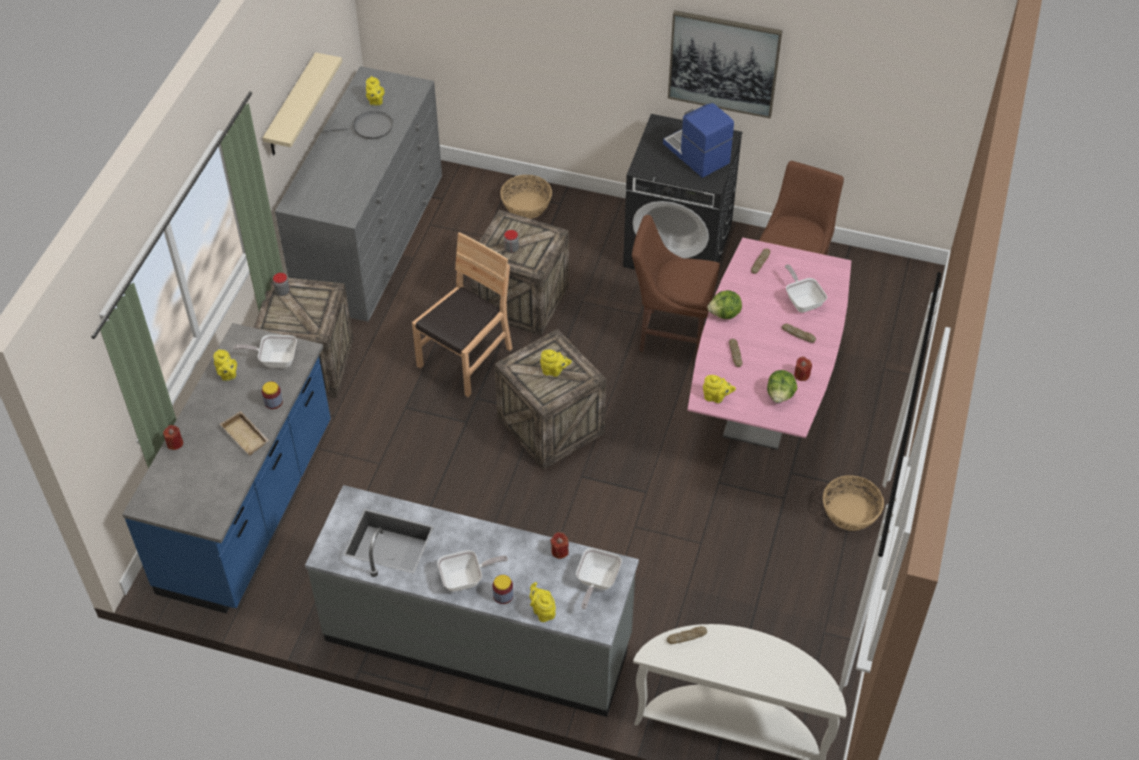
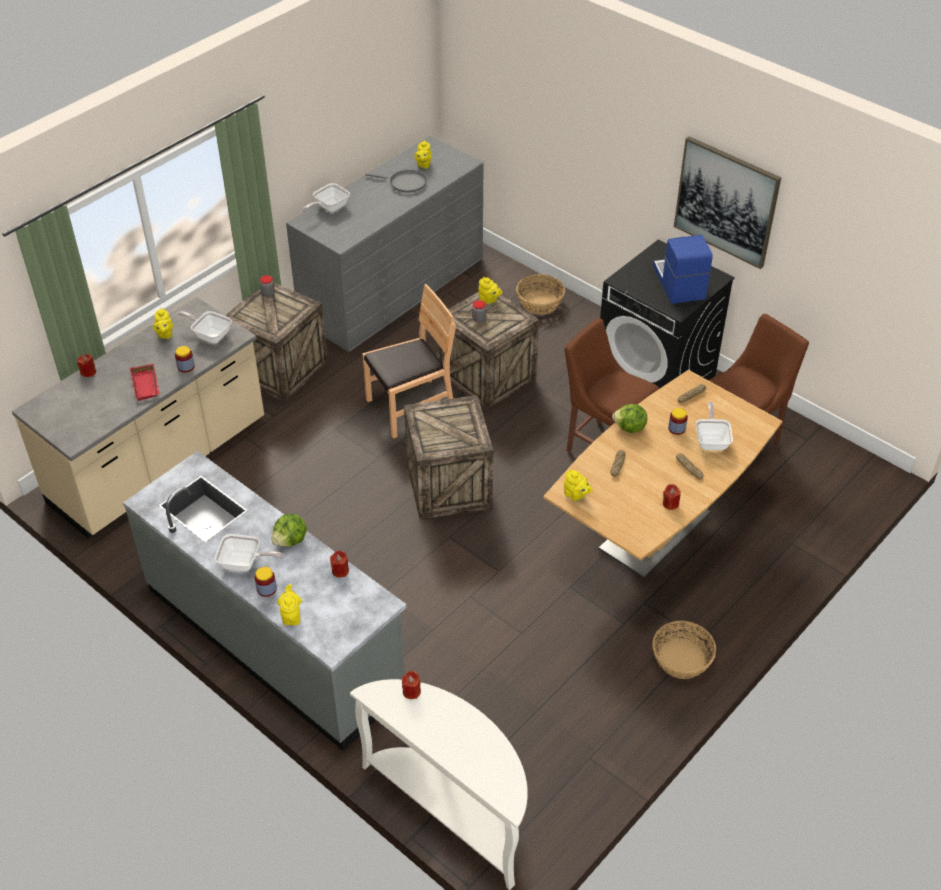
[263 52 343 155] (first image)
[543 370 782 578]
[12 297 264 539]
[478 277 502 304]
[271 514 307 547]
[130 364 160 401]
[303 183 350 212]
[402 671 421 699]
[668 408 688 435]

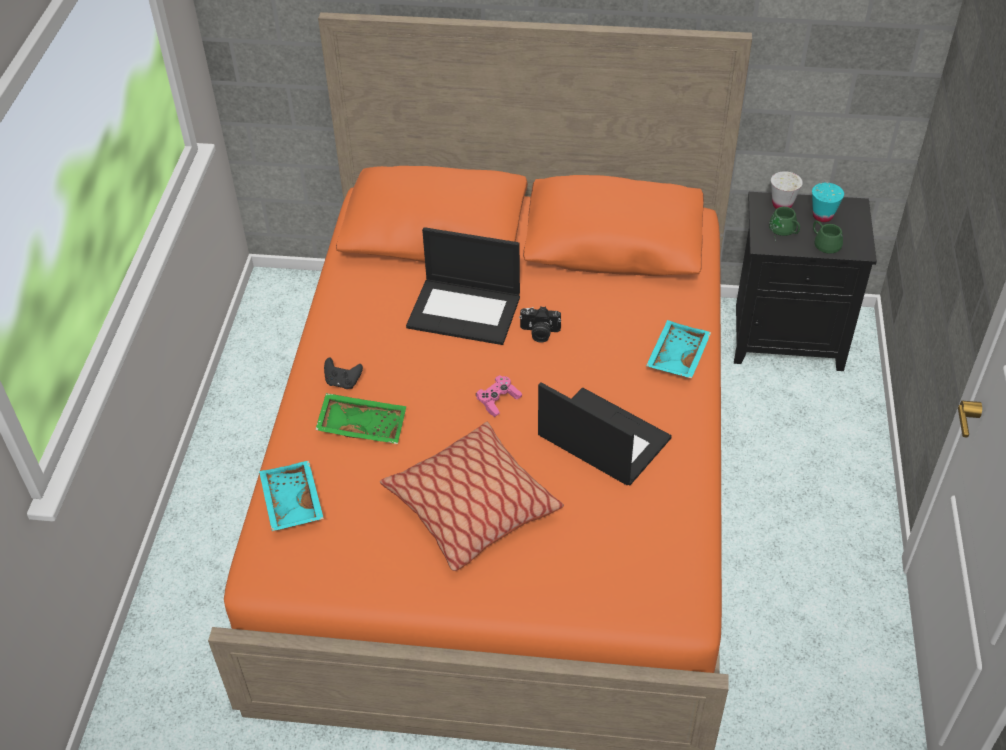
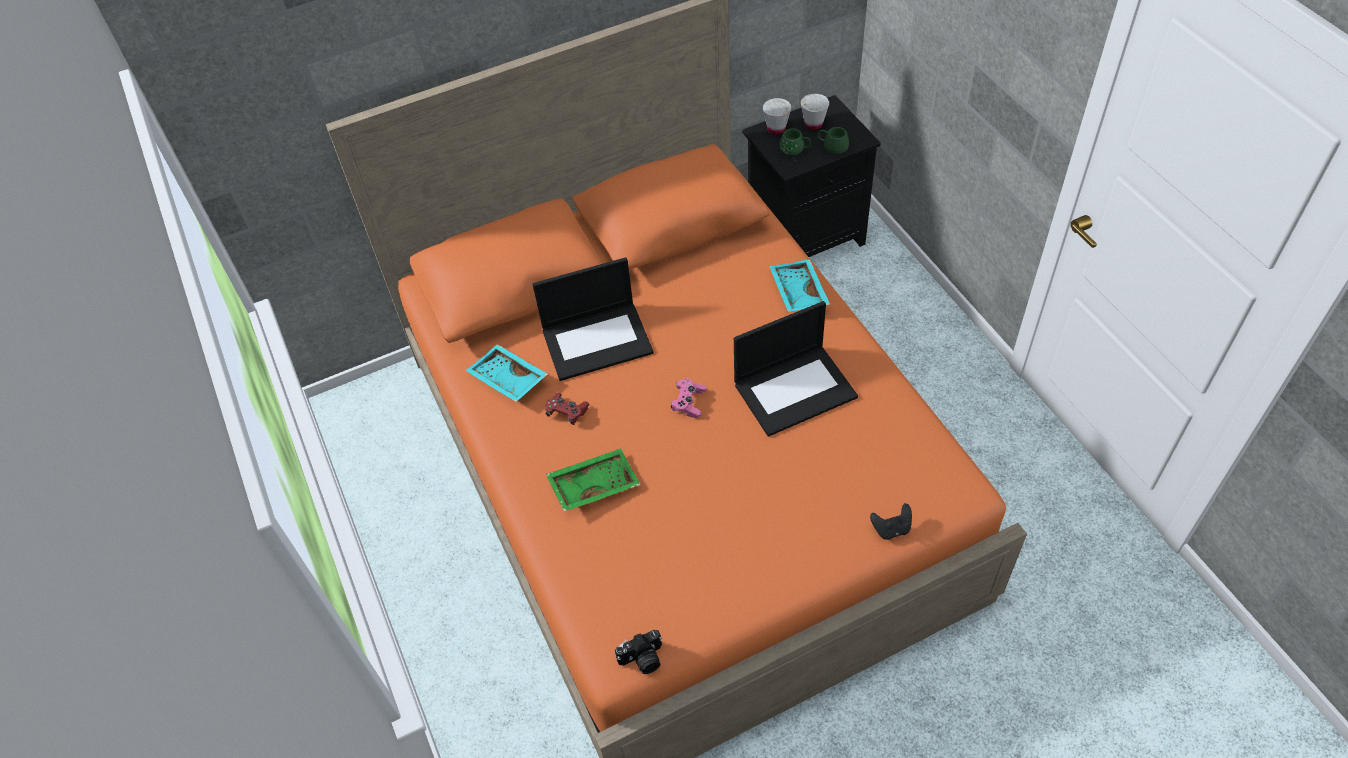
[801 94 829 130]
[615 630 662 674]
[870 503 912 540]
[734 301 858 437]
[380 422 564 571] (first image)
[465 344 548 402]
[545 393 589 425]

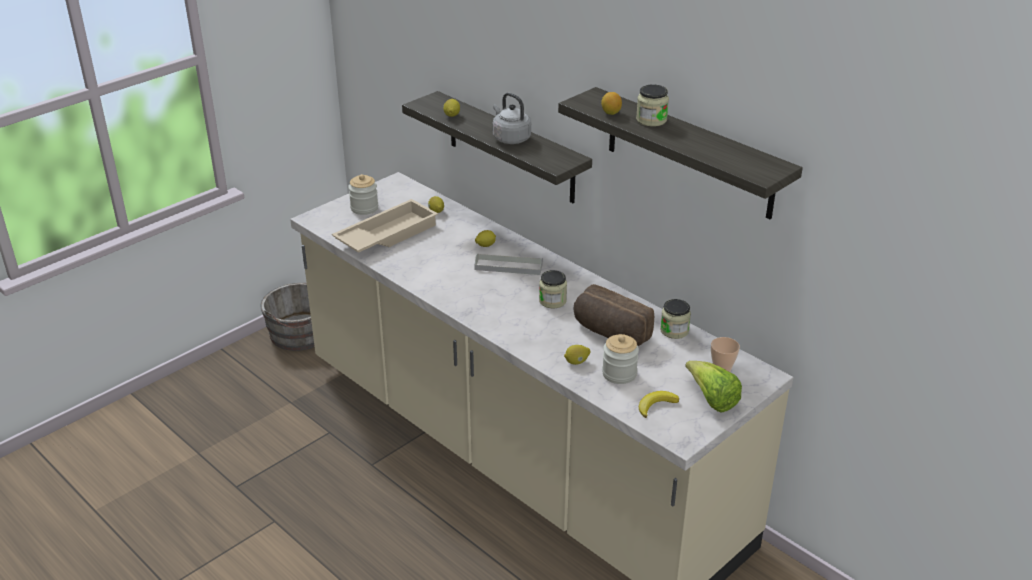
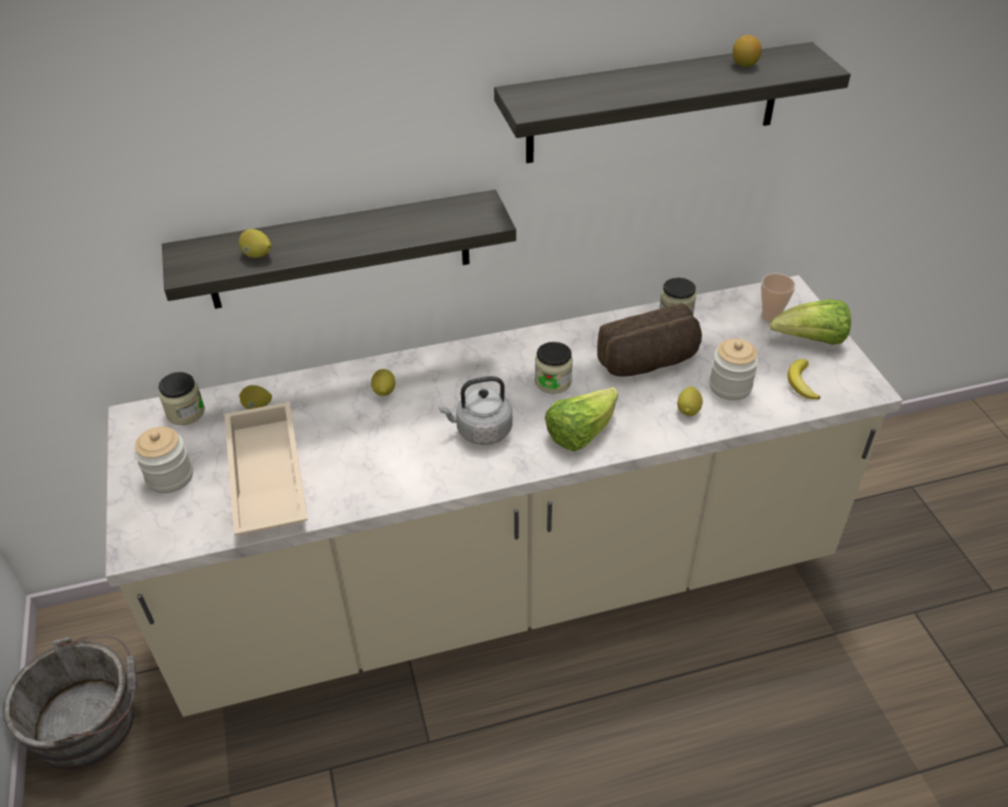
[158 372 205 425]
[733 35 762 67]
[438 376 512 445]
[474 253 543 275] (first image)
[545 387 618 451]

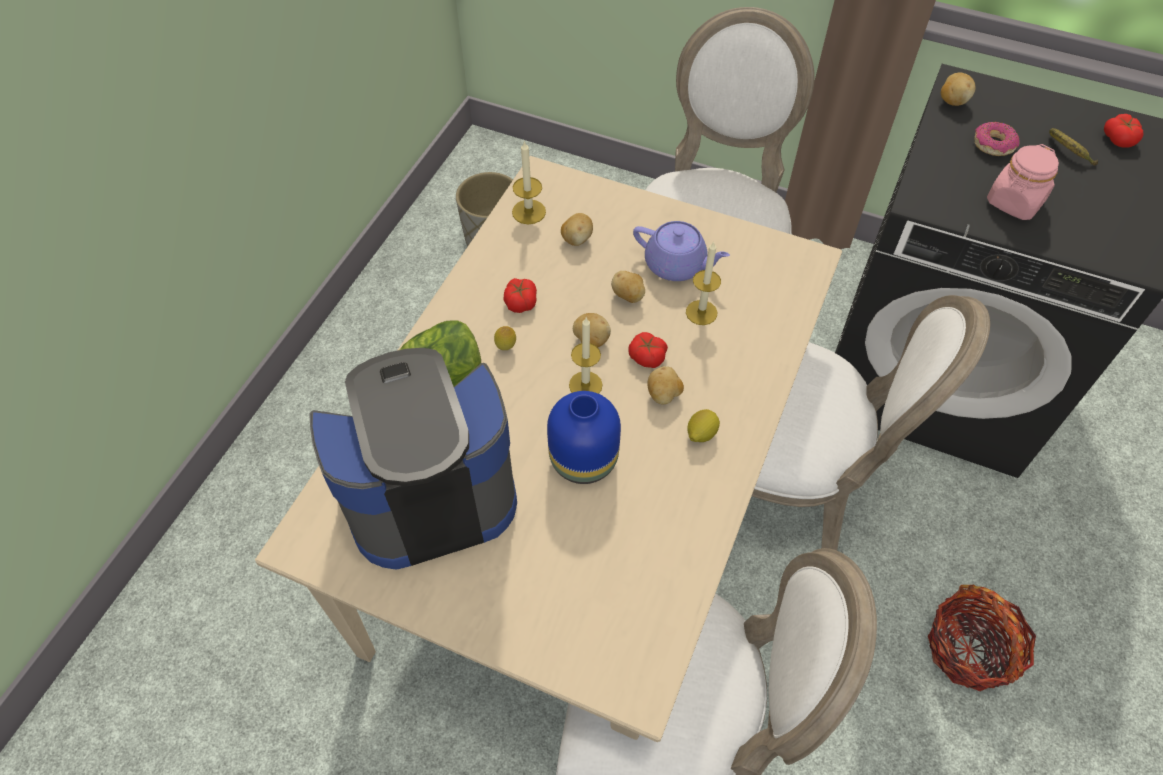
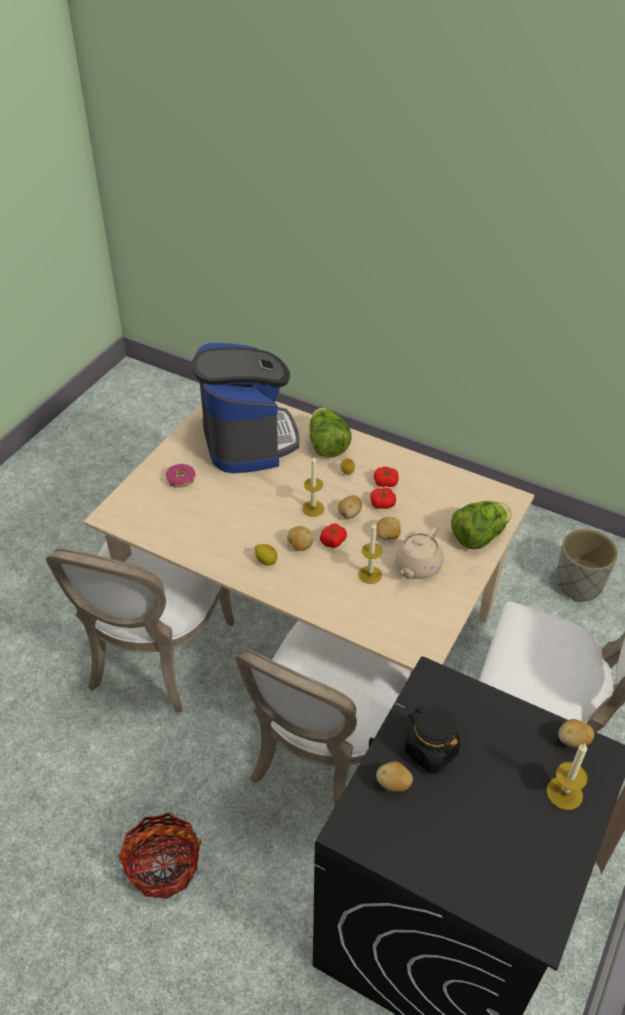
[370 488 396 509]
[166 464 196 488]
[1049 128 1098 166] (first image)
[547 743 588 810]
[404 707 461 773]
[376 761 413 792]
[395 527 443 579]
[547 391 621 484] (first image)
[451 501 512 549]

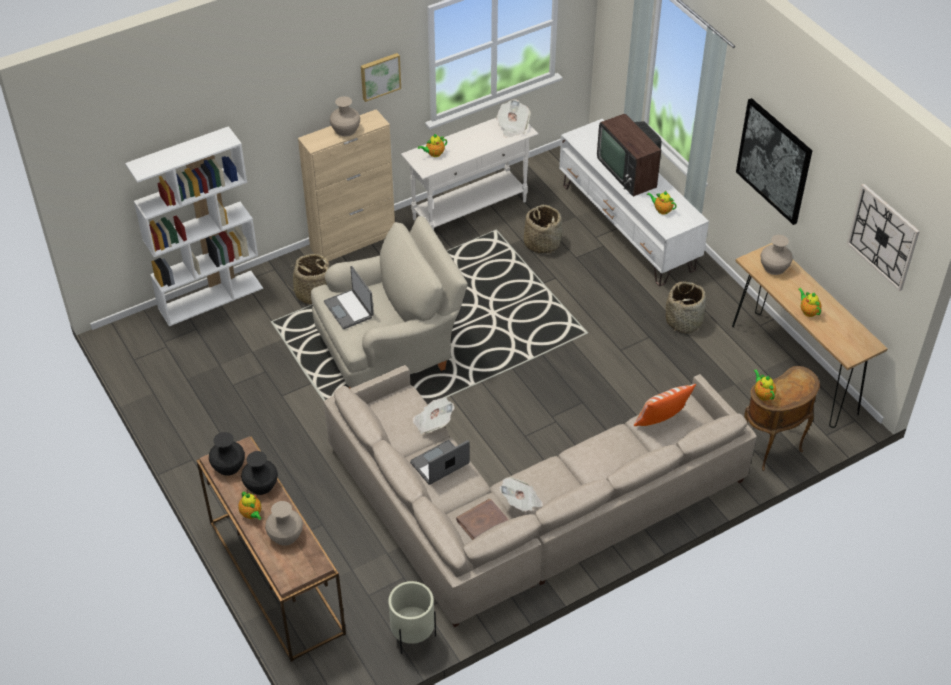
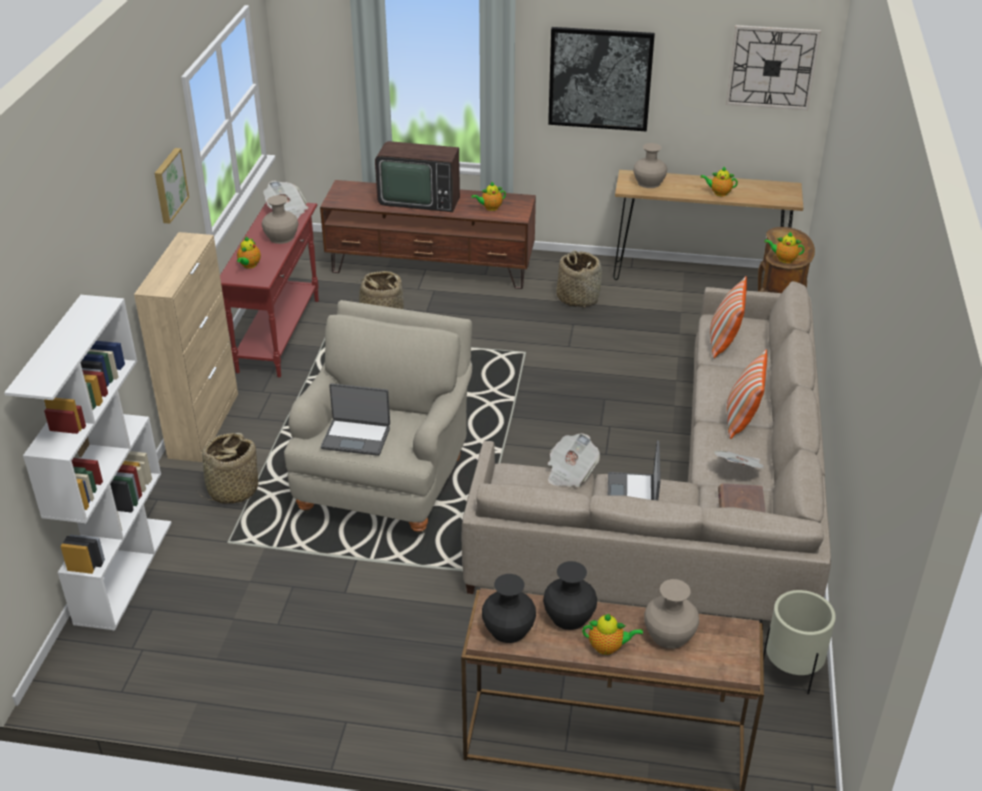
[262 195 298 244]
[220 202 319 377]
[320 180 536 289]
[727 349 767 439]

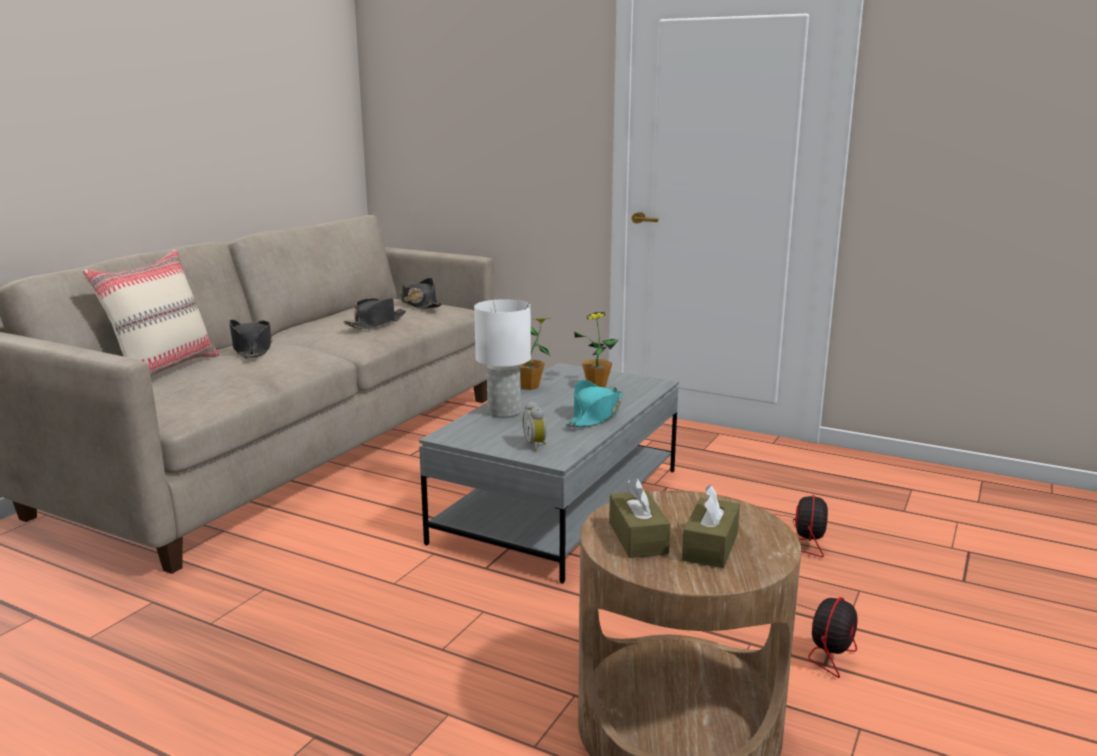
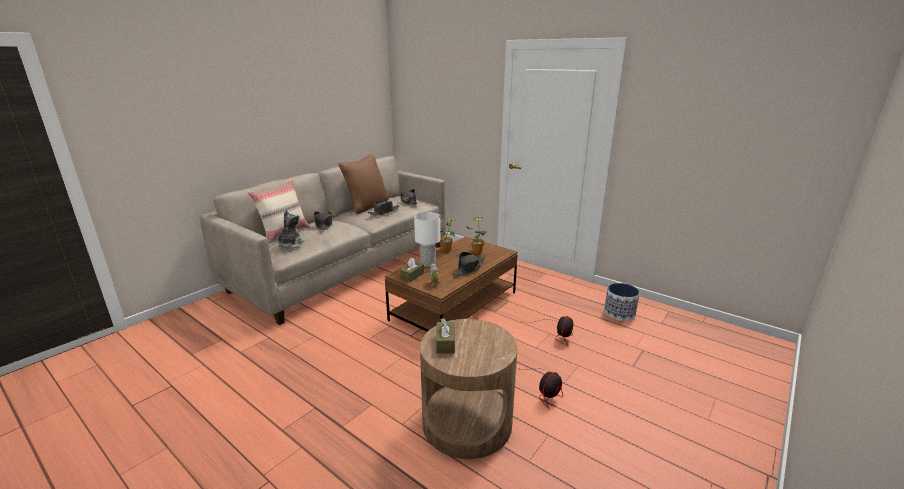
[385 237 518 332]
[452 252 485 275]
[400 258 424 282]
[338 154 389 214]
[278 210 304 249]
[604 283 640 321]

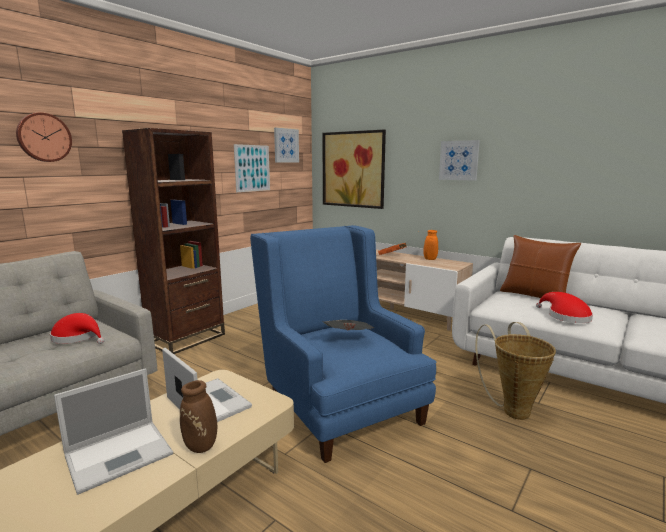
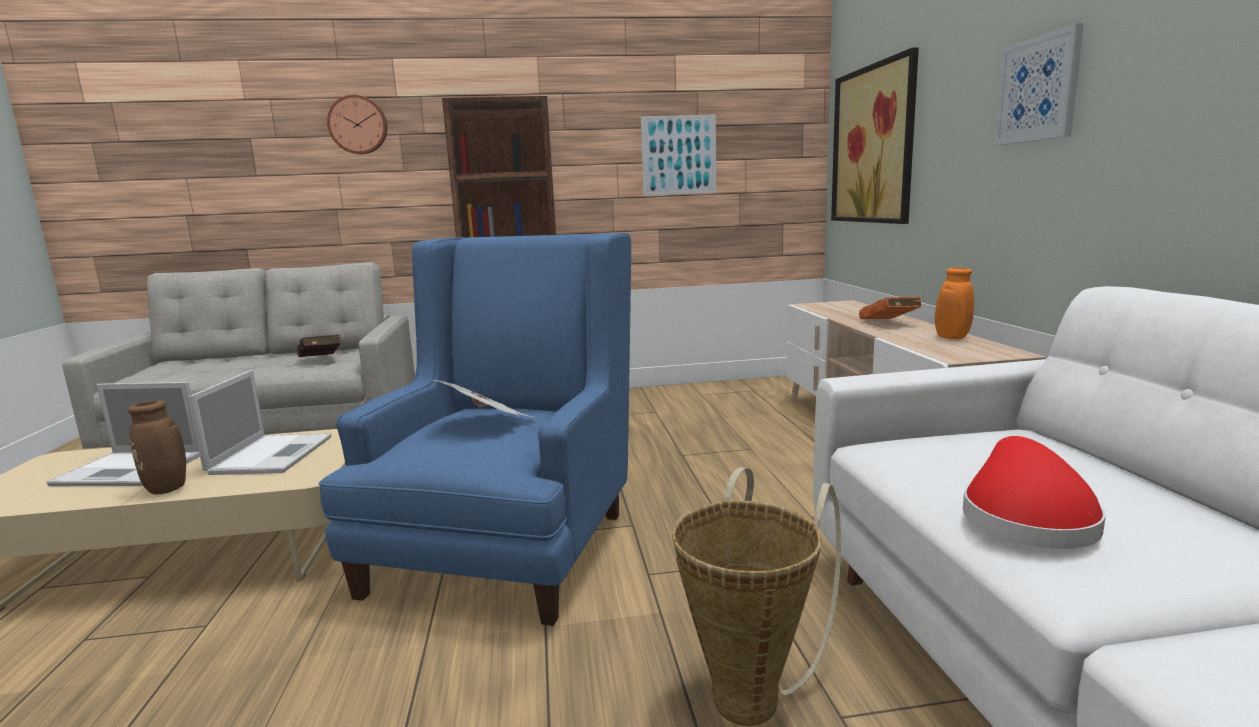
[274 128 299 162] (first image)
[500 235 581 298] (first image)
[297 335 341 357]

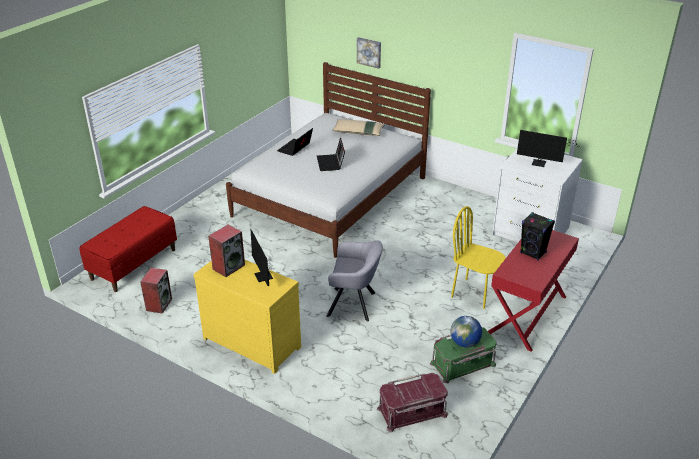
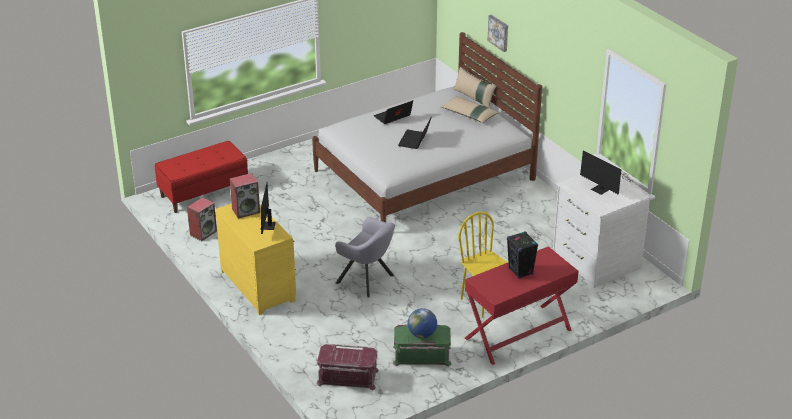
[453 66 497 108]

